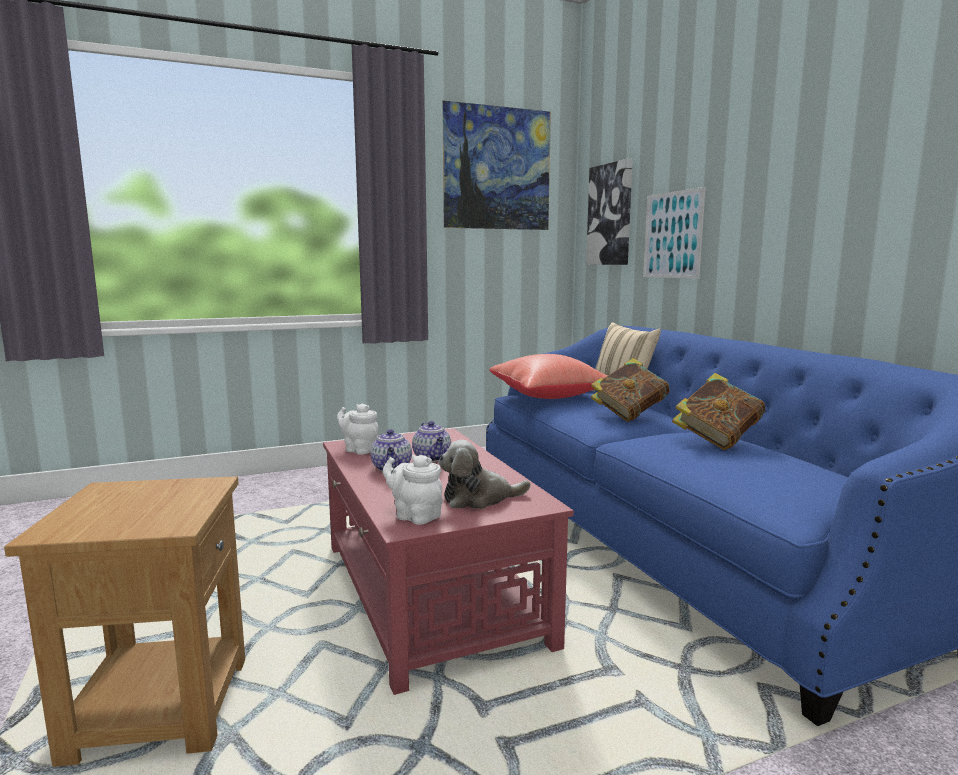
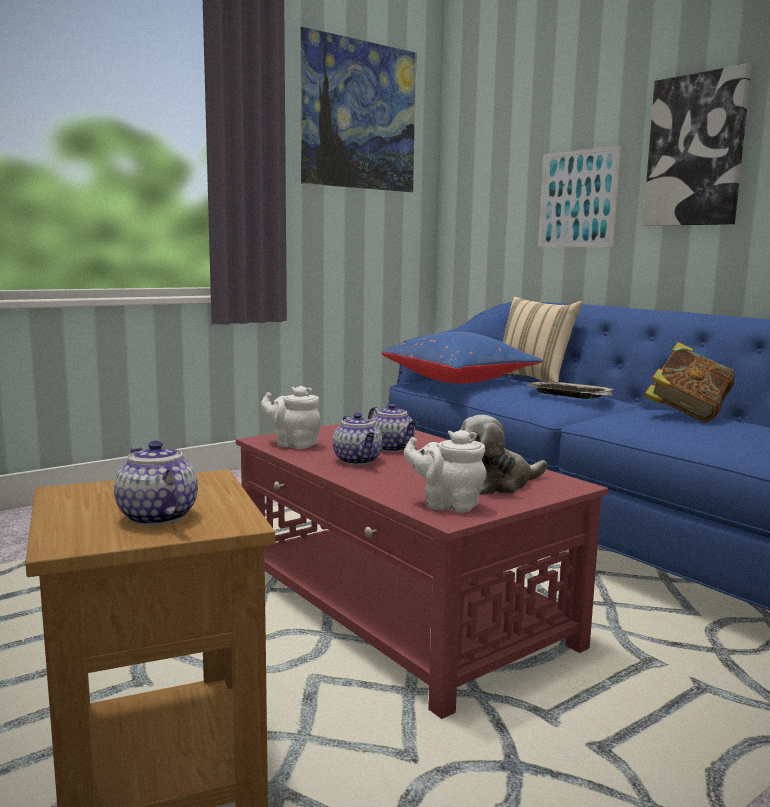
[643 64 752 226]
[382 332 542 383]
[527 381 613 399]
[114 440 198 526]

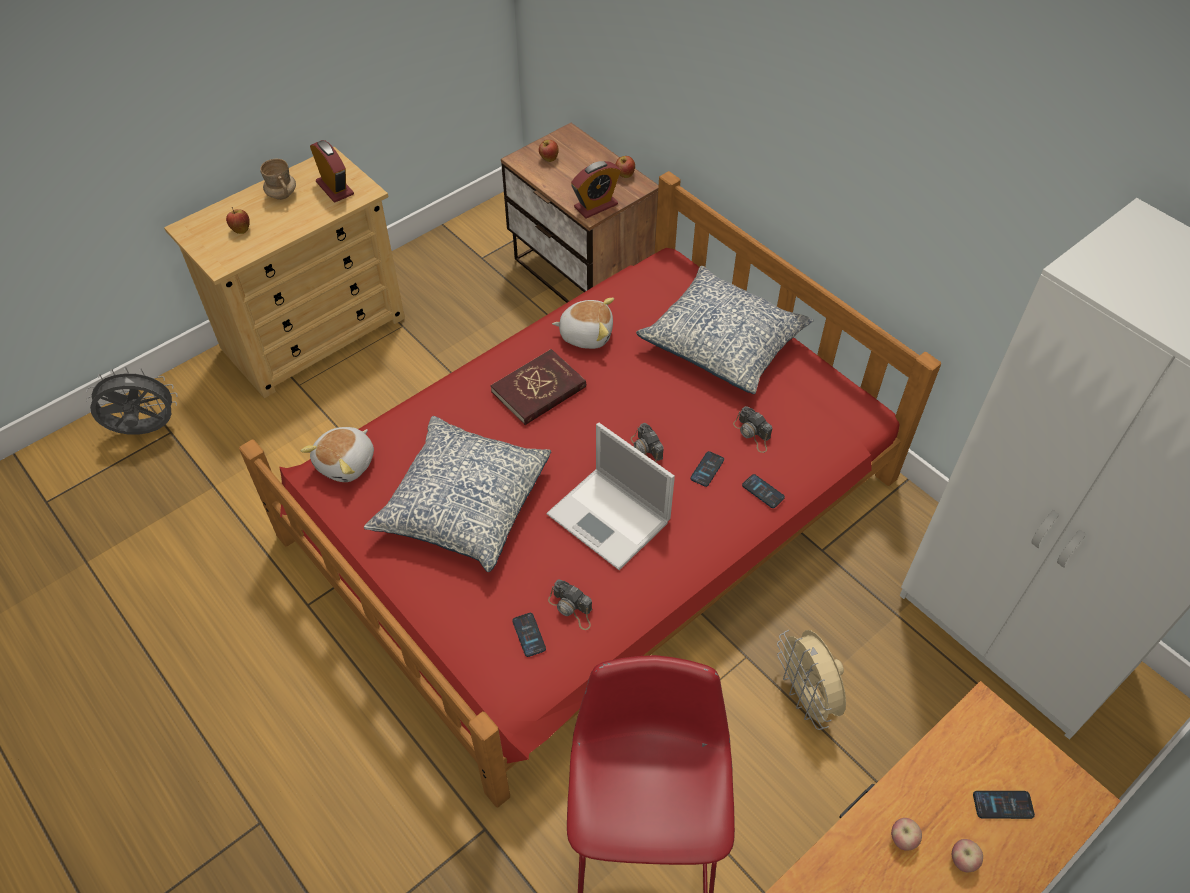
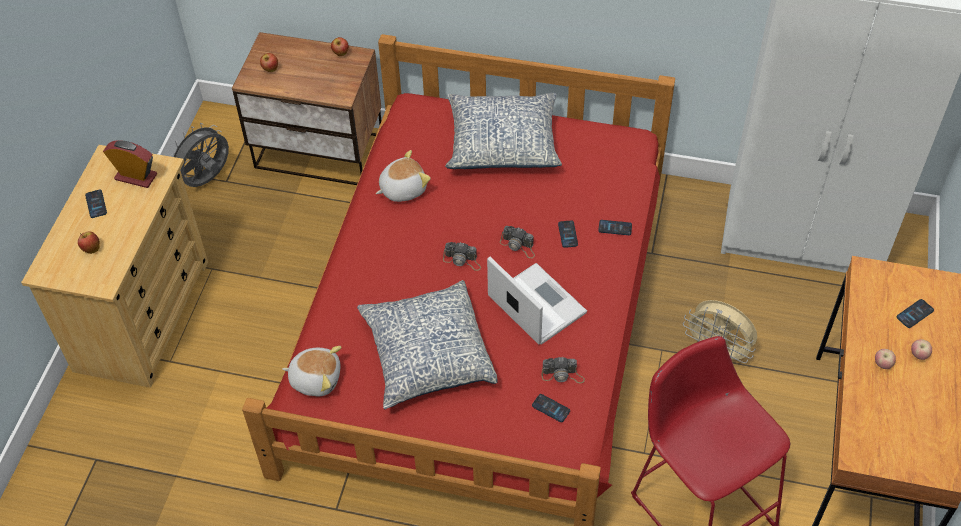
[85 189 107 218]
[571 161 621 218] (first image)
[490 349 586 425] (first image)
[170 123 229 187]
[443 242 481 271]
[487 257 587 345]
[282 346 342 396]

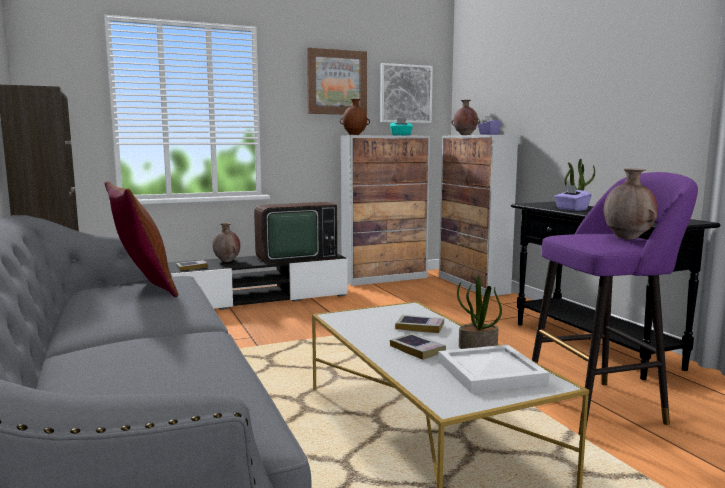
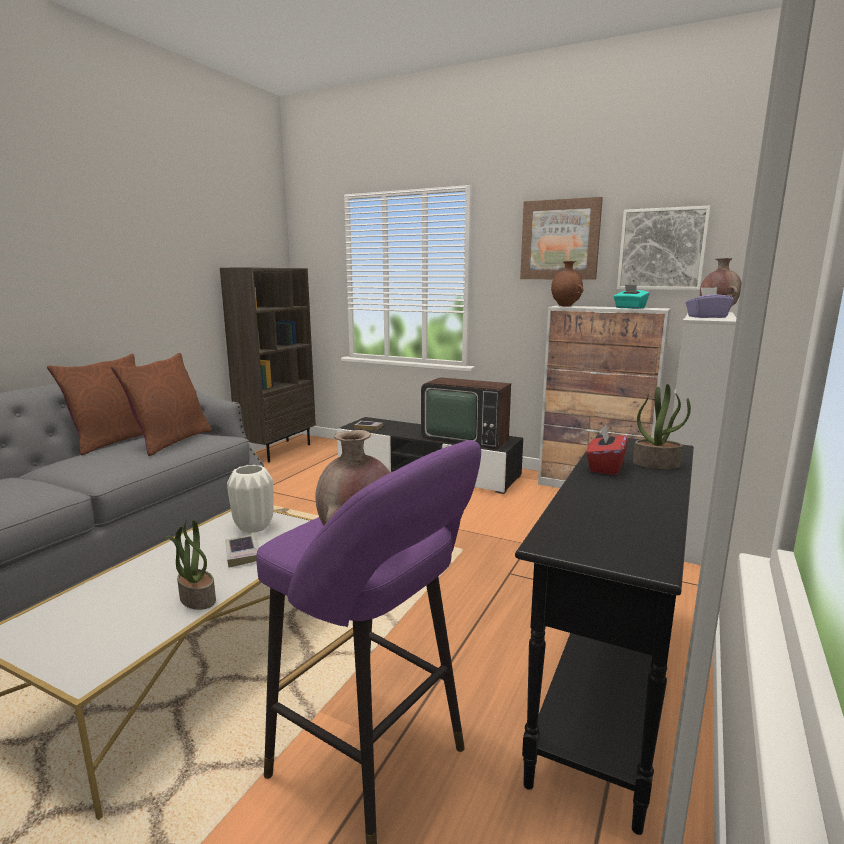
[586 425 628 475]
[212 222 240 262] (first image)
[390 333 446 360] (first image)
[438 345 549 393] (first image)
[47 354 144 455]
[227 465 274 533]

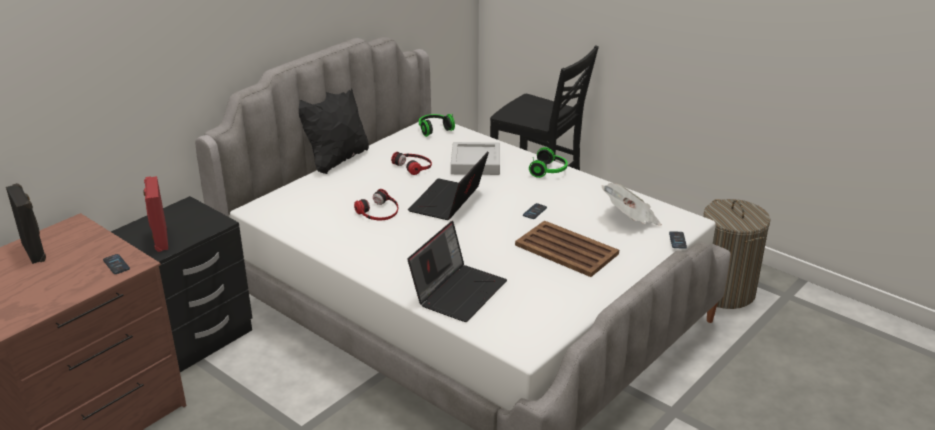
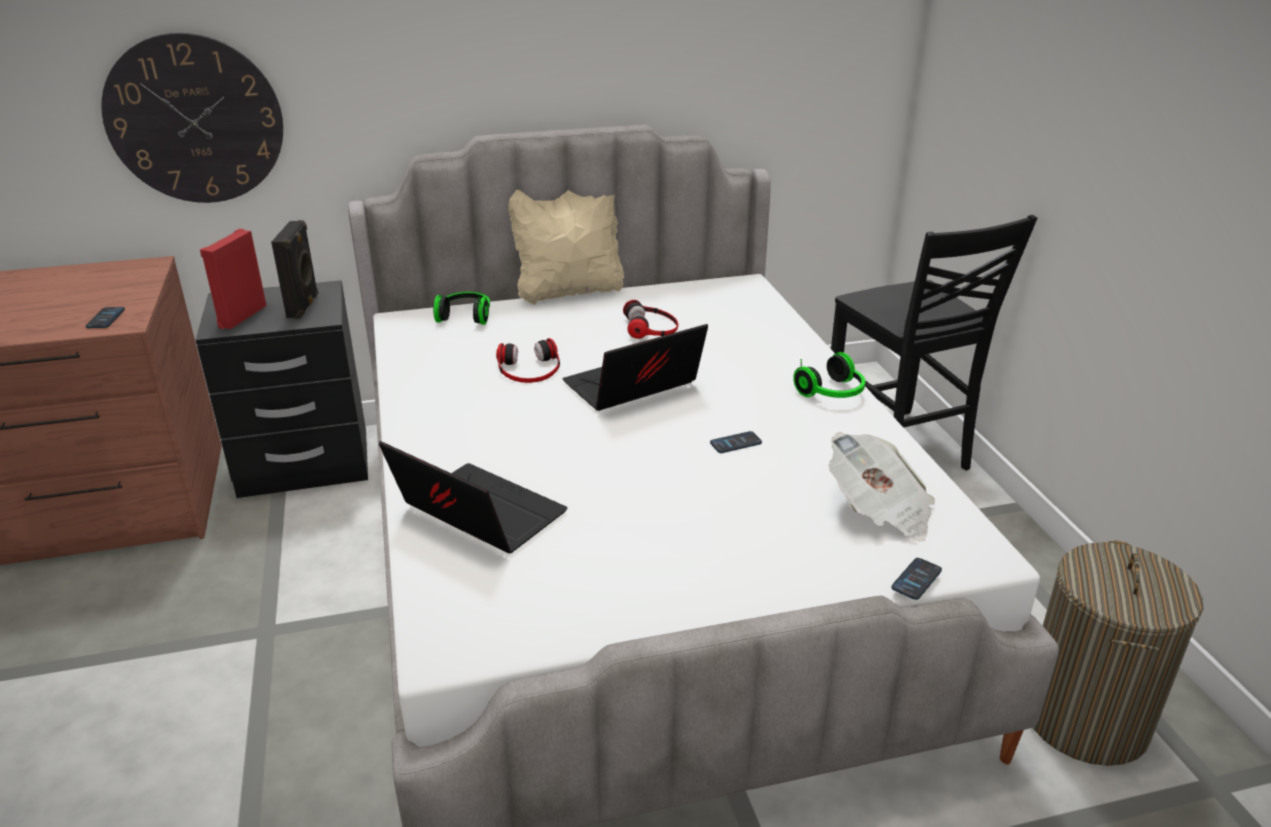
[508 189 624 305]
[433 292 490 325]
[451 142 500 175] (first image)
[271 220 318 319]
[515 220 619 277] (first image)
[379 441 567 554]
[101 33 283 203]

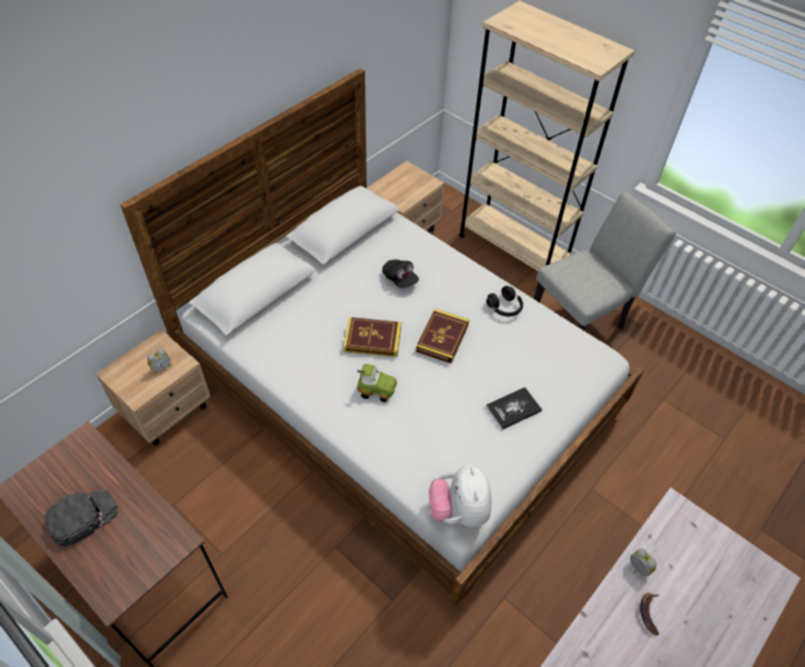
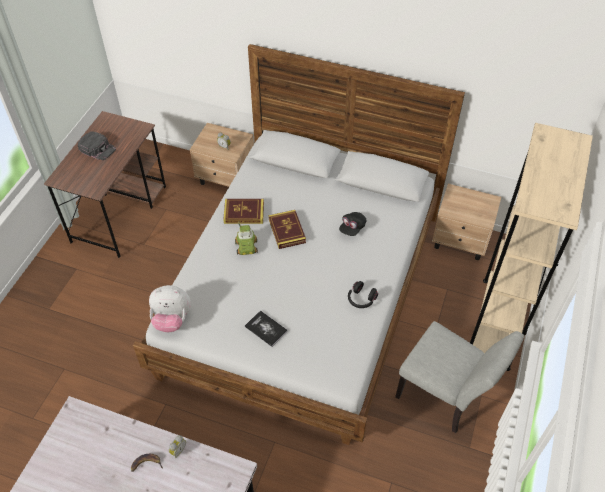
[223 199 264 224]
[149 285 191 332]

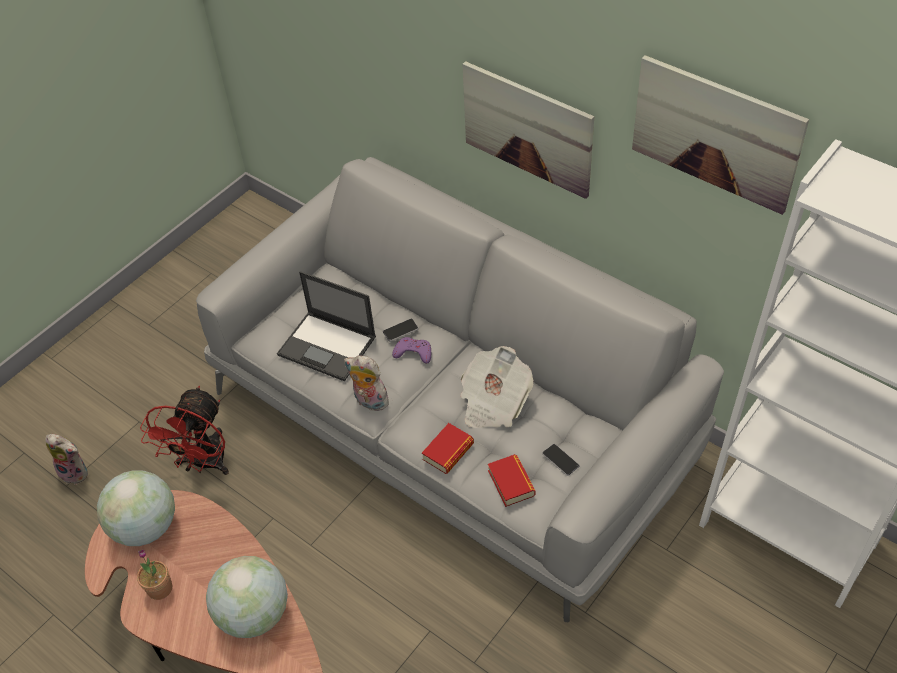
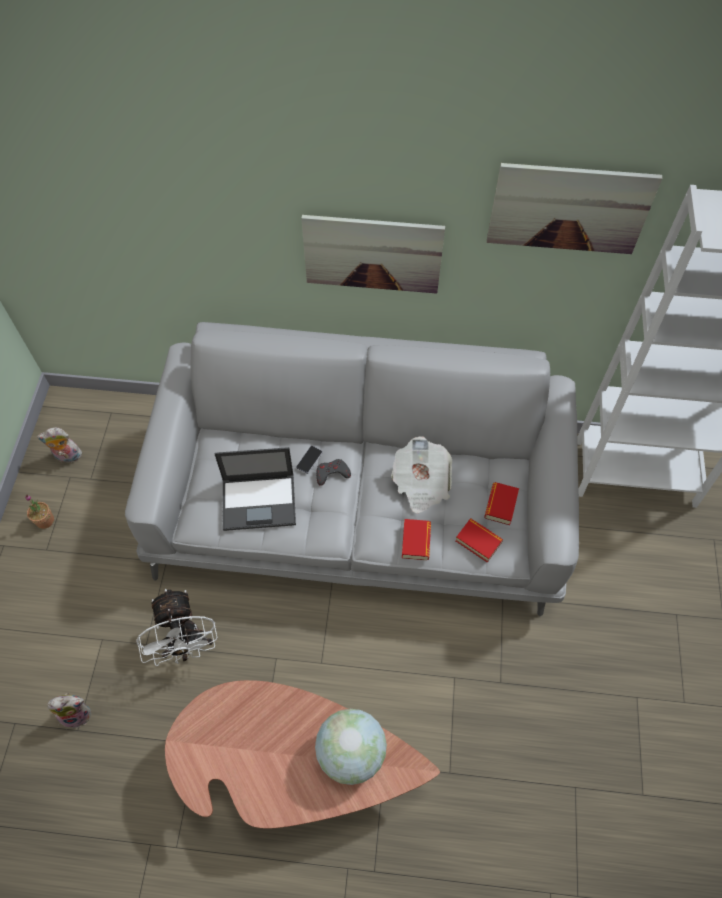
[316 459 351 486]
[37 427 83 462]
[136 589 217 666]
[484 482 519 525]
[97 470 175 546] (first image)
[25 495 54 529]

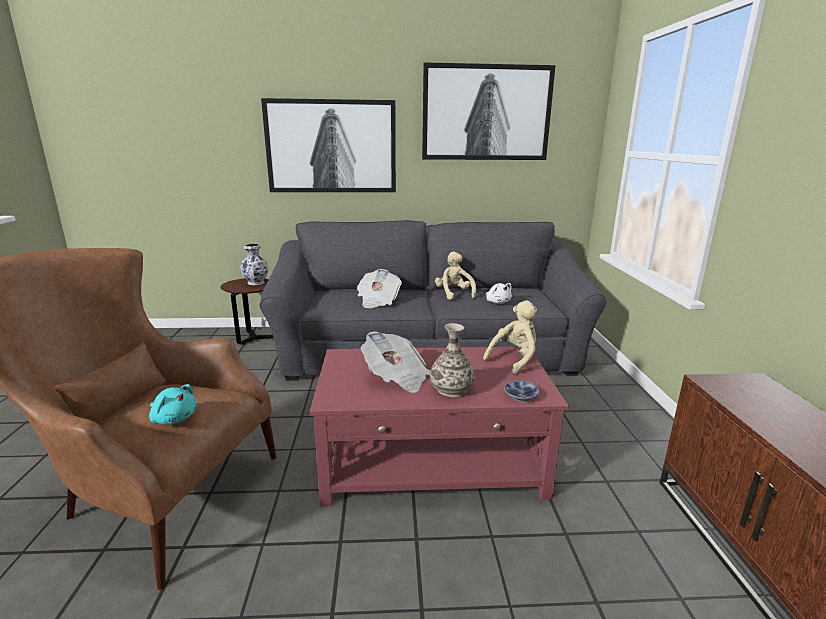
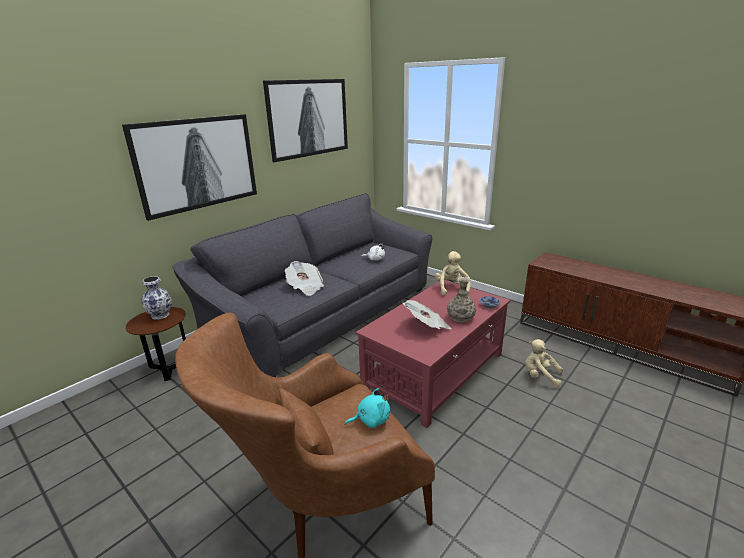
[525 339 563 387]

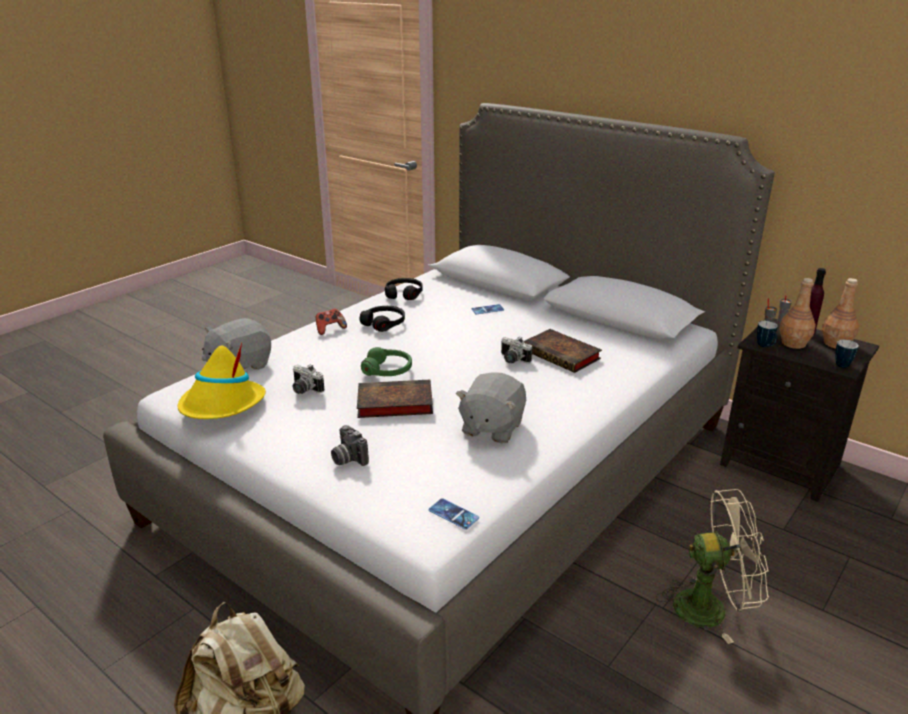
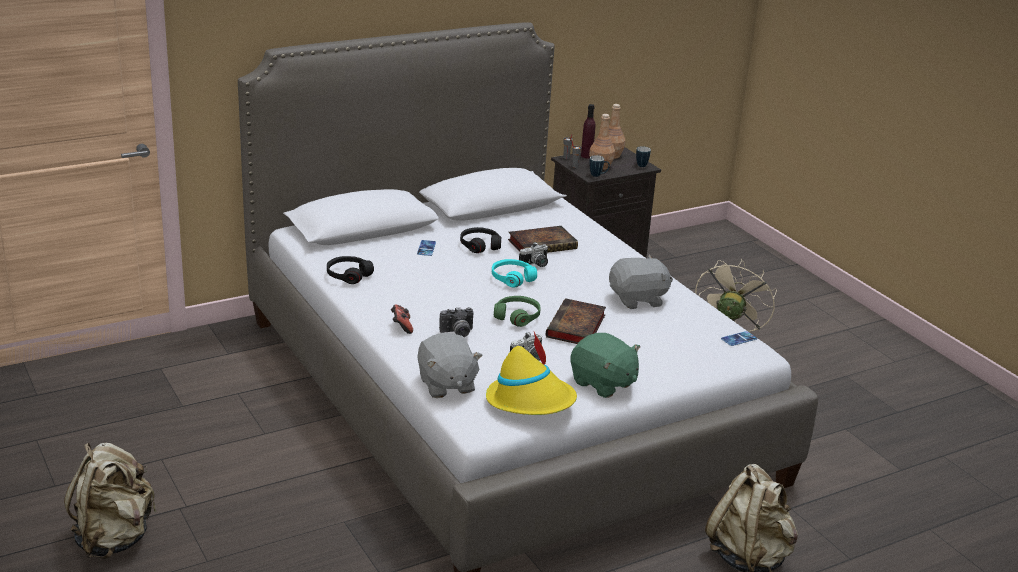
[460 227 501 253]
[609 255 673 309]
[439 307 473 337]
[492 259 537 287]
[570 333 640 398]
[64 443 157 559]

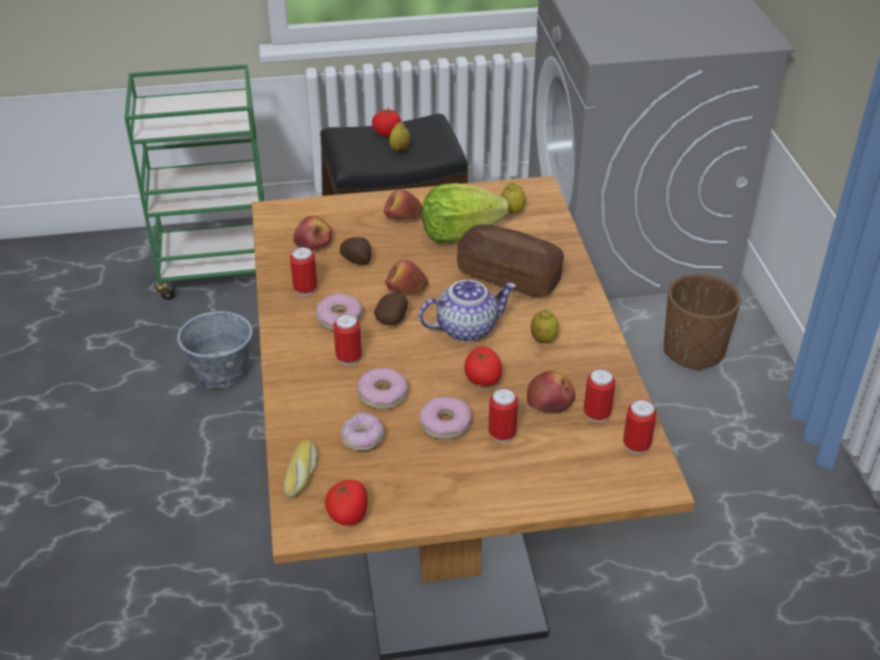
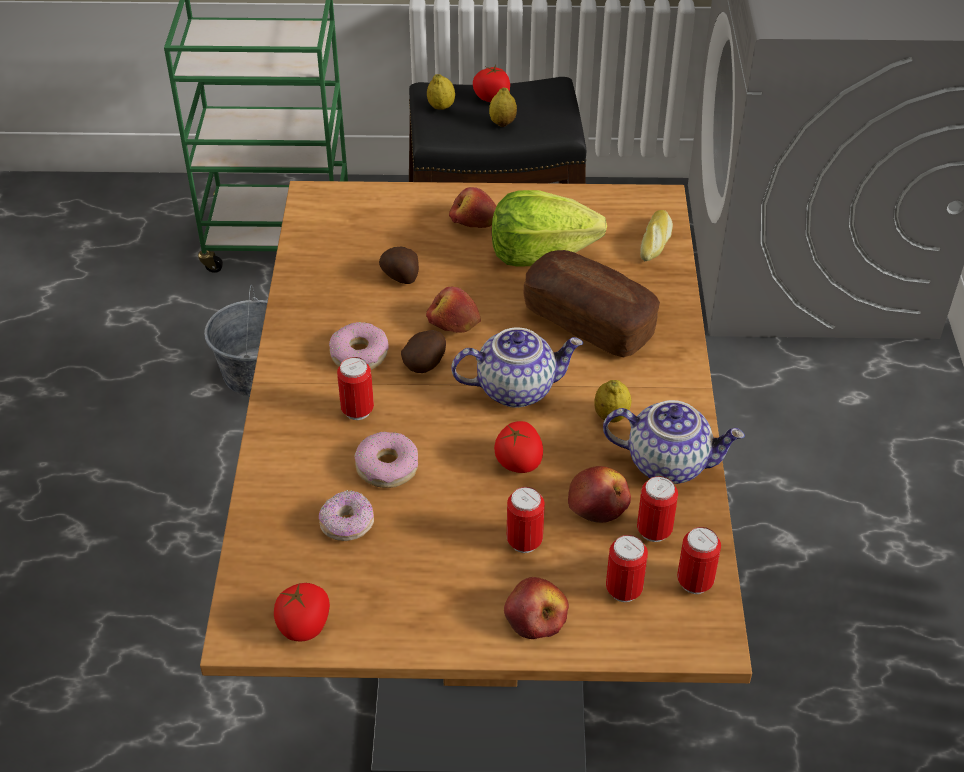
[427 74 455 110]
[504 577 569 639]
[606 535 648 602]
[664 273 741 371] (first image)
[419 396 472 440] (first image)
[640 210 673 261]
[603 400 745 484]

